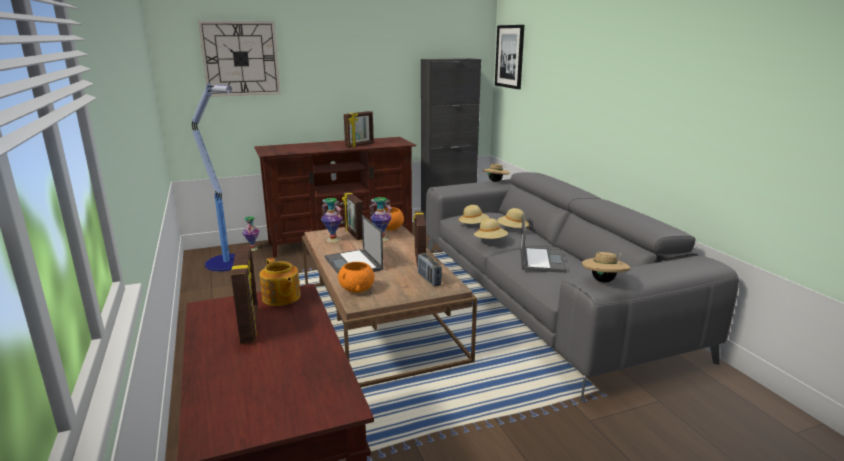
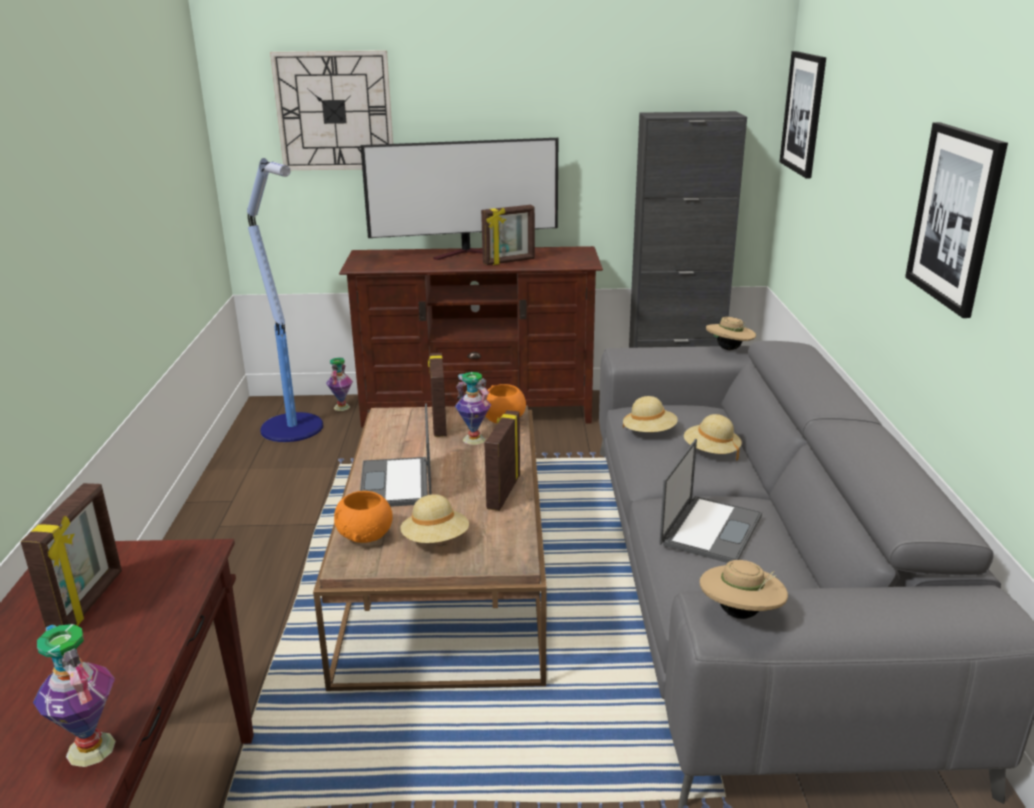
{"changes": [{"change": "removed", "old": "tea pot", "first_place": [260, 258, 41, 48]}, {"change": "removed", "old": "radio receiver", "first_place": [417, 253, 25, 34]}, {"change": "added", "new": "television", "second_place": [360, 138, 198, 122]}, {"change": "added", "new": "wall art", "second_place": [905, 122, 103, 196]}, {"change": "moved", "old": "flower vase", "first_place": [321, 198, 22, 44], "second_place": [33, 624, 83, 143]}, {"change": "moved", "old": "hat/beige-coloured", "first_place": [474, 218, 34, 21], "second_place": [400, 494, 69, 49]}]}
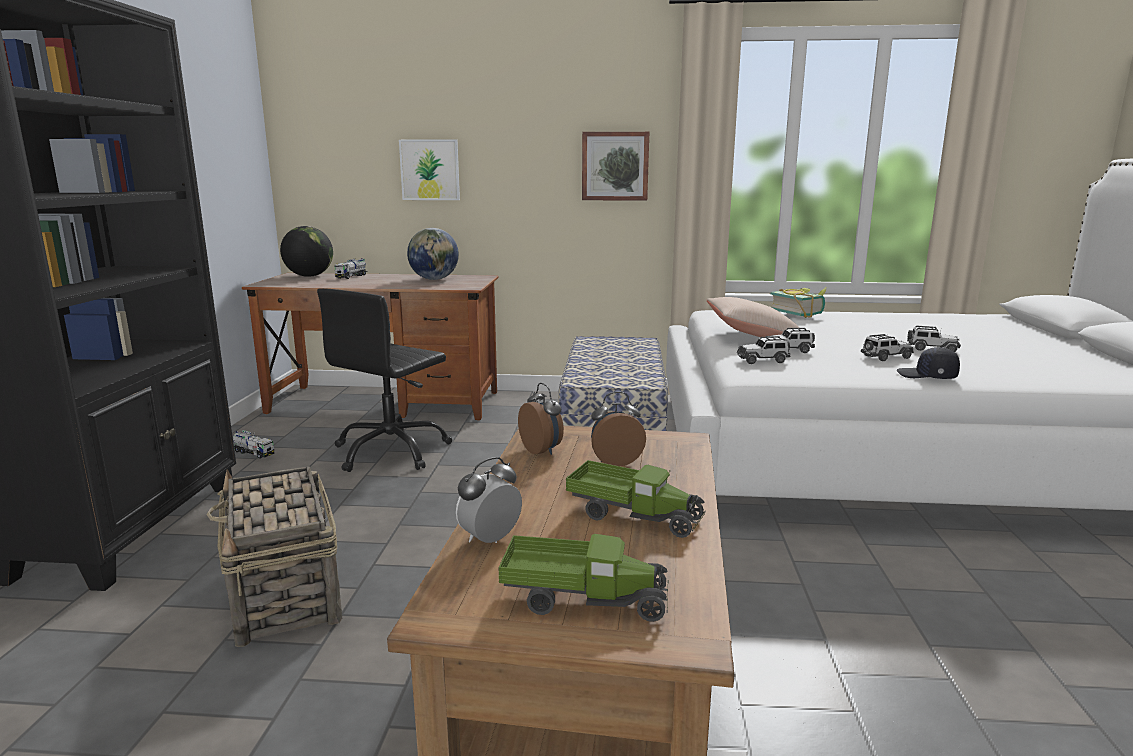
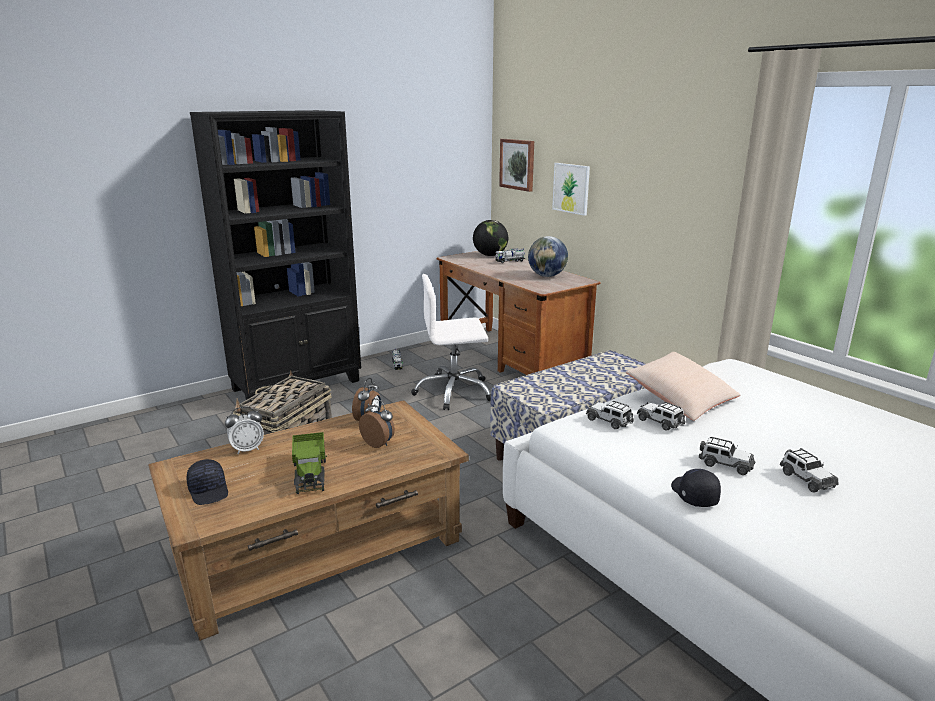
{"changes": [{"change": "removed", "old": "bound book", "first_place": [771, 287, 56, 31]}, {"change": "moved", "old": "wall art", "first_place": [582, 132, 67, 69], "second_place": [499, 139, 35, 53]}, {"change": "replaced", "old": "toy lorry", "new": "cap/black", "first_place": [498, 534, 170, 88], "second_place": [186, 459, 42, 46]}, {"change": "recoloured", "old": "desk chair/black", "new": "desk chair/white-coloured", "first_place": [317, 288, 135, 184], "second_place": [411, 274, 80, 136]}, {"change": "turned", "old": "alarm clock", "first_place": [456, 457, 66, 86], "second_place": [225, 407, 39, 47], "degrees": 150}]}
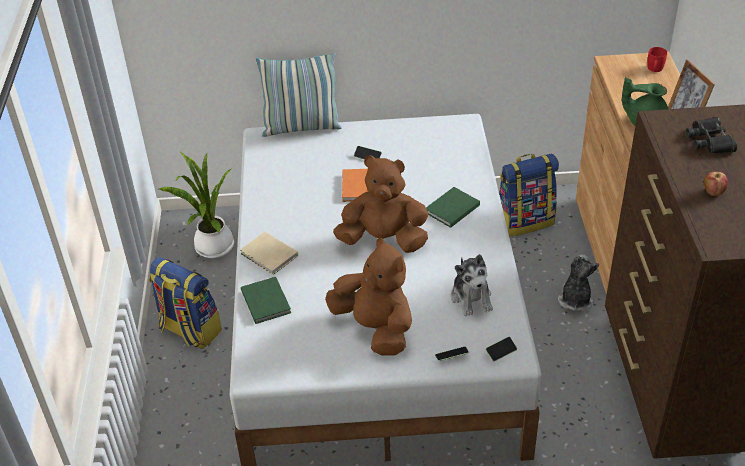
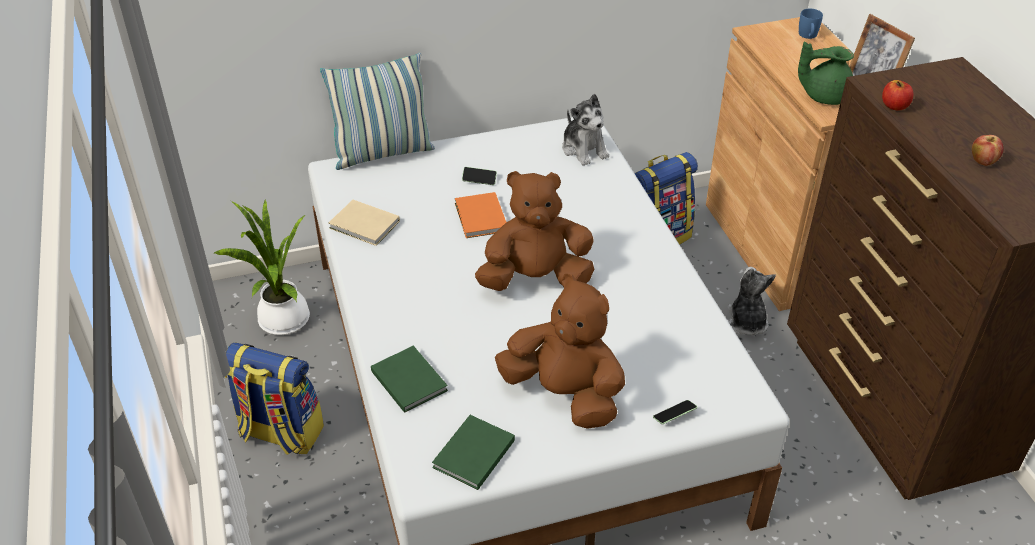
{"changes": [{"change": "removed", "old": "handset", "first_place": [485, 337, 32, 24]}, {"change": "removed", "old": "field glasses/black", "first_place": [686, 117, 51, 37]}, {"change": "added", "new": "whole apple", "second_place": [882, 80, 31, 30]}, {"change": "moved", "old": "bound book/beige-coloured", "first_place": [240, 232, 58, 43], "second_place": [328, 200, 72, 46]}, {"change": "moved", "old": "bound book/green-coloured", "first_place": [426, 187, 54, 41], "second_place": [432, 415, 83, 75]}, {"change": "moved", "old": "plush toy", "first_place": [451, 254, 42, 62], "second_place": [562, 94, 47, 72]}, {"change": "recoloured", "old": "mug/red-coloured", "new": "mug/bluish", "first_place": [647, 47, 20, 25], "second_place": [799, 9, 24, 30]}]}
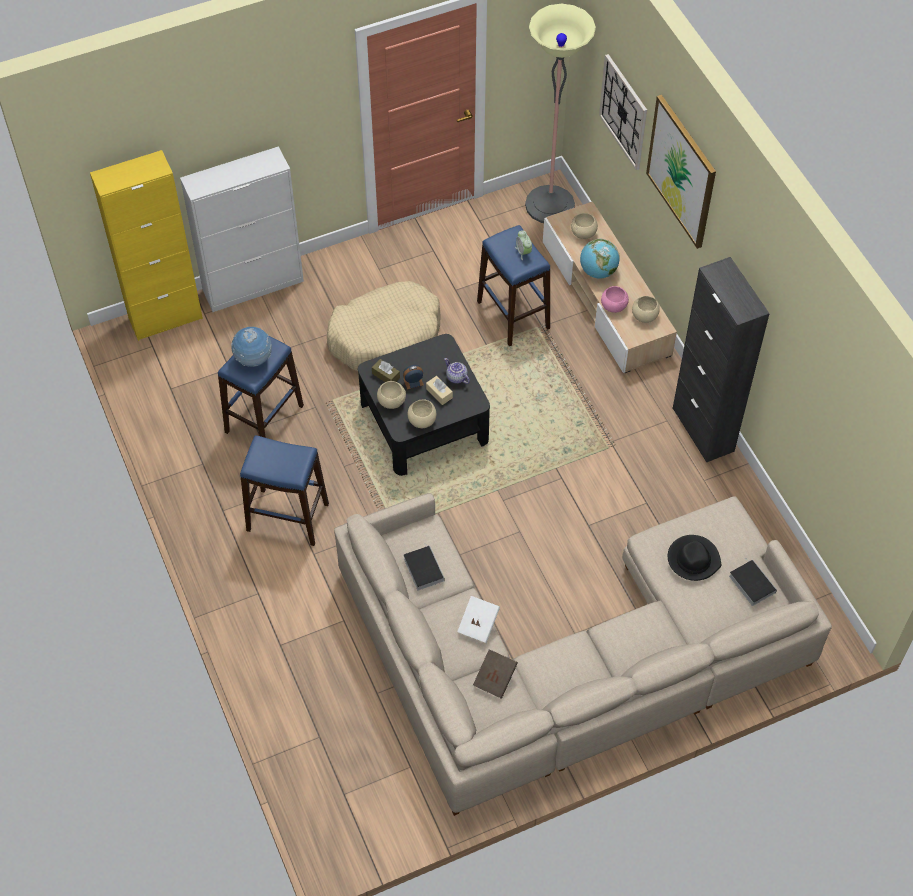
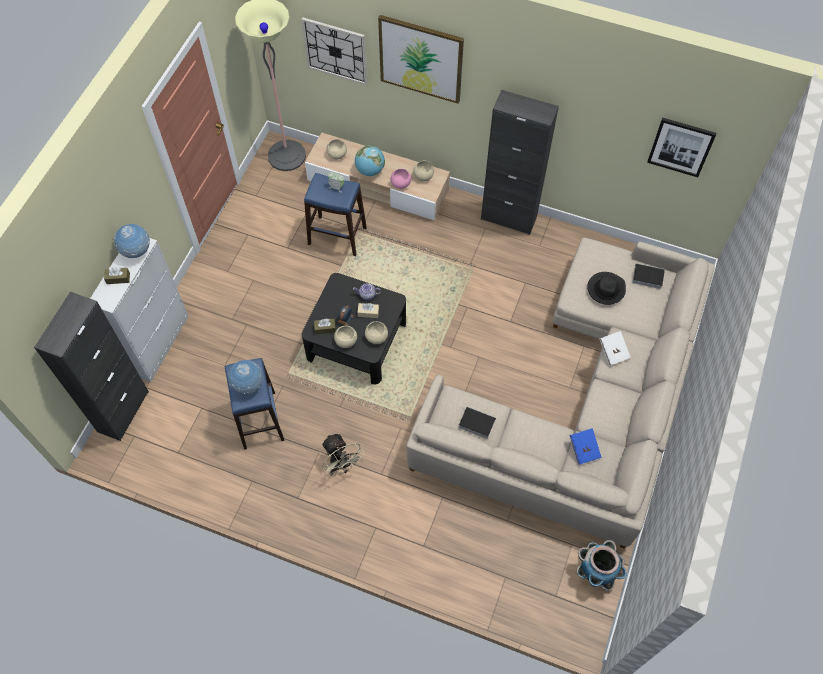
{"changes": [{"change": "removed", "old": "dog cushion/beige-coloured", "first_place": [327, 281, 114, 90]}, {"change": "added", "new": "tissue box/brown", "second_place": [104, 267, 26, 17]}, {"change": "added", "new": "world globe", "second_place": [114, 224, 36, 34]}, {"change": "added", "new": "plant pot", "second_place": [577, 540, 50, 51]}, {"change": "added", "new": "wall art", "second_place": [647, 118, 70, 59]}, {"change": "moved", "old": "bound book/white-coloured", "first_place": [457, 596, 43, 47], "second_place": [600, 331, 31, 35]}, {"change": "replaced", "old": "stool seat/bluish", "new": "cooling fan/beige-coloured", "first_place": [240, 435, 89, 111], "second_place": [322, 433, 43, 44]}, {"change": "recoloured", "old": "cabinet/yellow", "new": "cabinet/black", "first_place": [90, 150, 113, 191], "second_place": [34, 292, 115, 149]}, {"change": "recoloured", "old": "bound book/brown", "new": "bound book/bluish", "first_place": [473, 649, 45, 50], "second_place": [570, 428, 32, 36]}]}
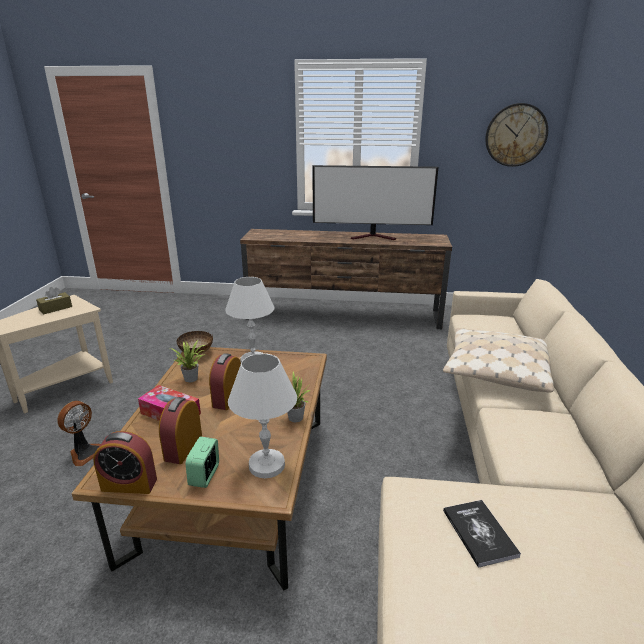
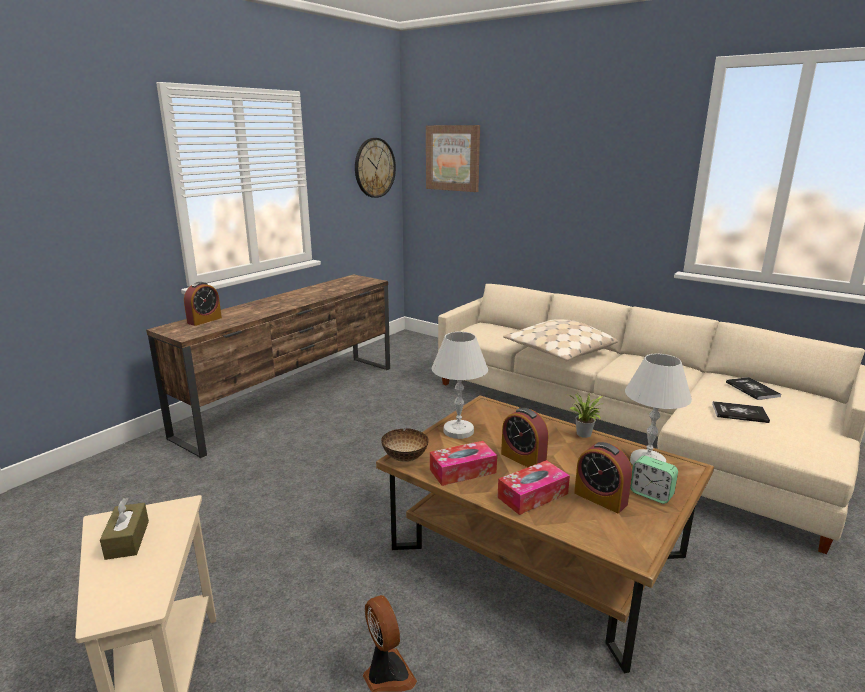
{"changes": [{"change": "removed", "old": "television", "first_place": [312, 165, 126, 75]}, {"change": "added", "new": "wall art", "second_place": [426, 125, 54, 67]}, {"change": "added", "new": "bound book", "second_place": [726, 377, 55, 23]}, {"change": "moved", "old": "alarm clock", "first_place": [93, 431, 64, 63], "second_place": [184, 282, 38, 44]}, {"change": "replaced", "old": "plant in a pot", "new": "tissue box", "first_place": [170, 340, 36, 42], "second_place": [430, 441, 67, 45]}]}
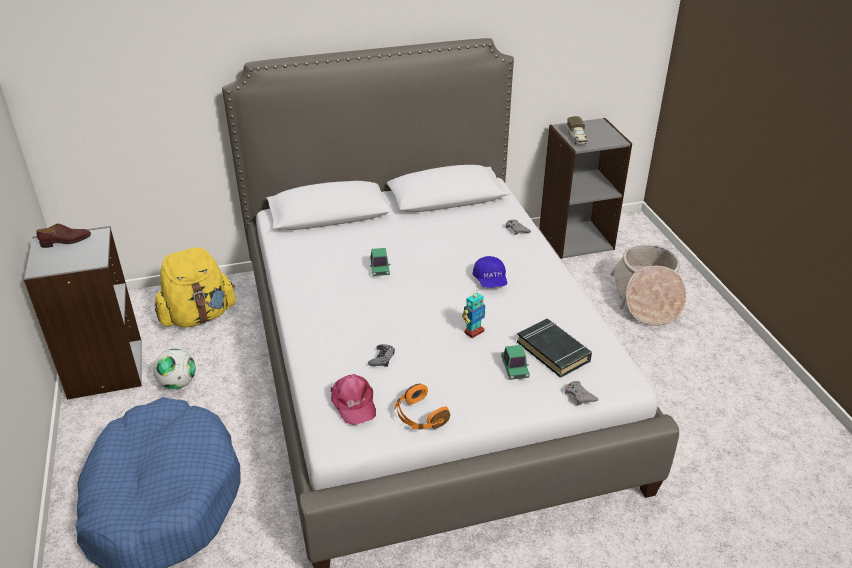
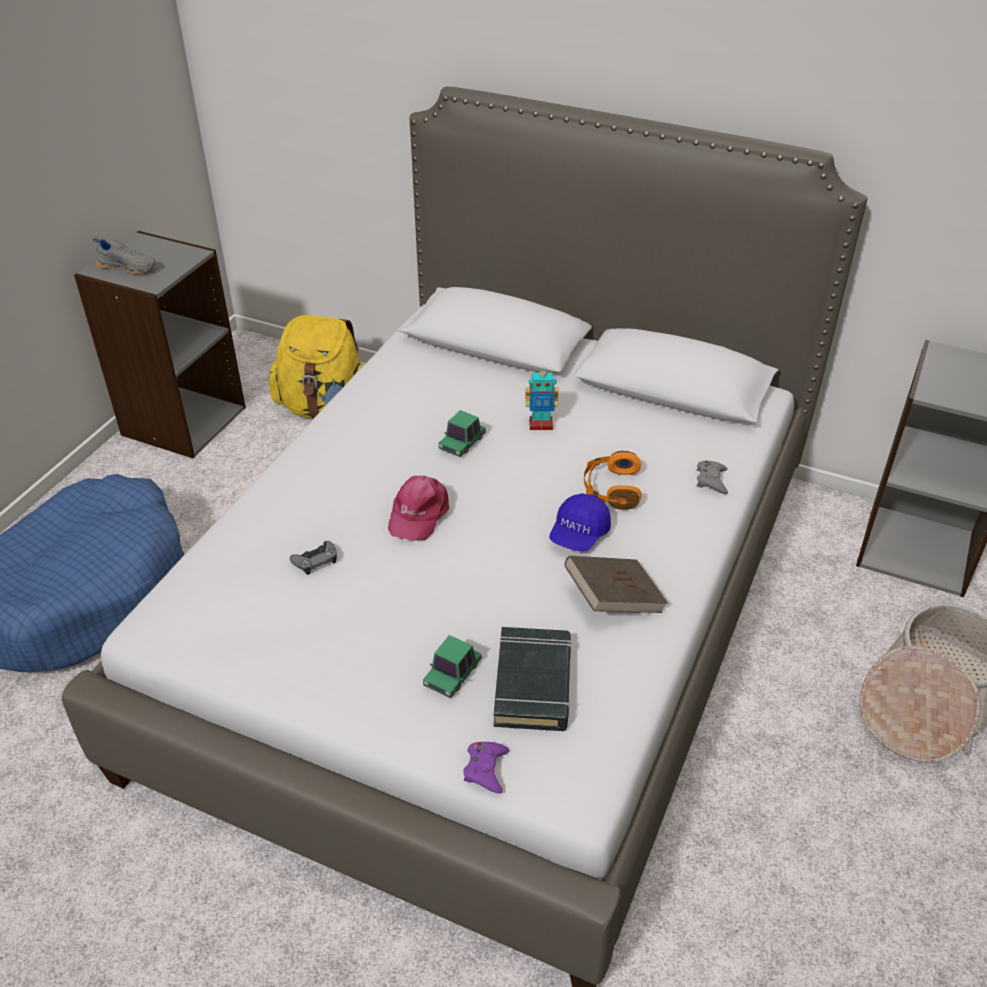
{"changes": [{"change": "removed", "old": "item of footwear/brown", "first_place": [36, 224, 55, 24]}, {"change": "removed", "old": "football ball", "first_place": [153, 349, 43, 40]}, {"change": "removed", "old": "toy lorry", "first_place": [567, 116, 21, 28]}, {"change": "added", "new": "item of footwear/gray", "second_place": [93, 237, 63, 37]}, {"change": "added", "new": "bound book/brown", "second_place": [564, 556, 104, 57]}, {"change": "moved", "old": "cap/pink-coloured", "first_place": [331, 374, 45, 51], "second_place": [388, 476, 61, 65]}, {"change": "moved", "old": "headphones/orangey", "first_place": [395, 383, 55, 46], "second_place": [584, 451, 57, 59]}, {"change": "moved", "old": "model robot", "first_place": [462, 292, 24, 46], "second_place": [525, 366, 34, 64]}, {"change": "recoloured", "old": "gamepad/gray", "new": "gamepad/purplish", "first_place": [565, 381, 34, 24], "second_place": [463, 742, 46, 51]}]}
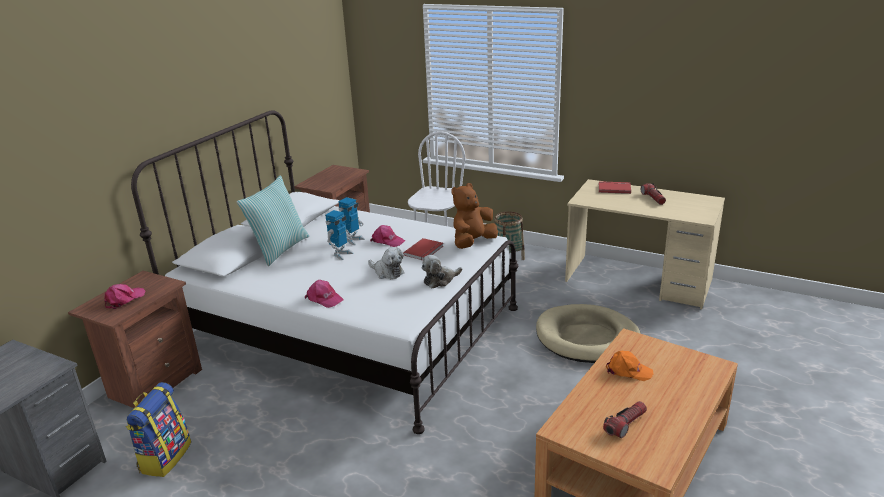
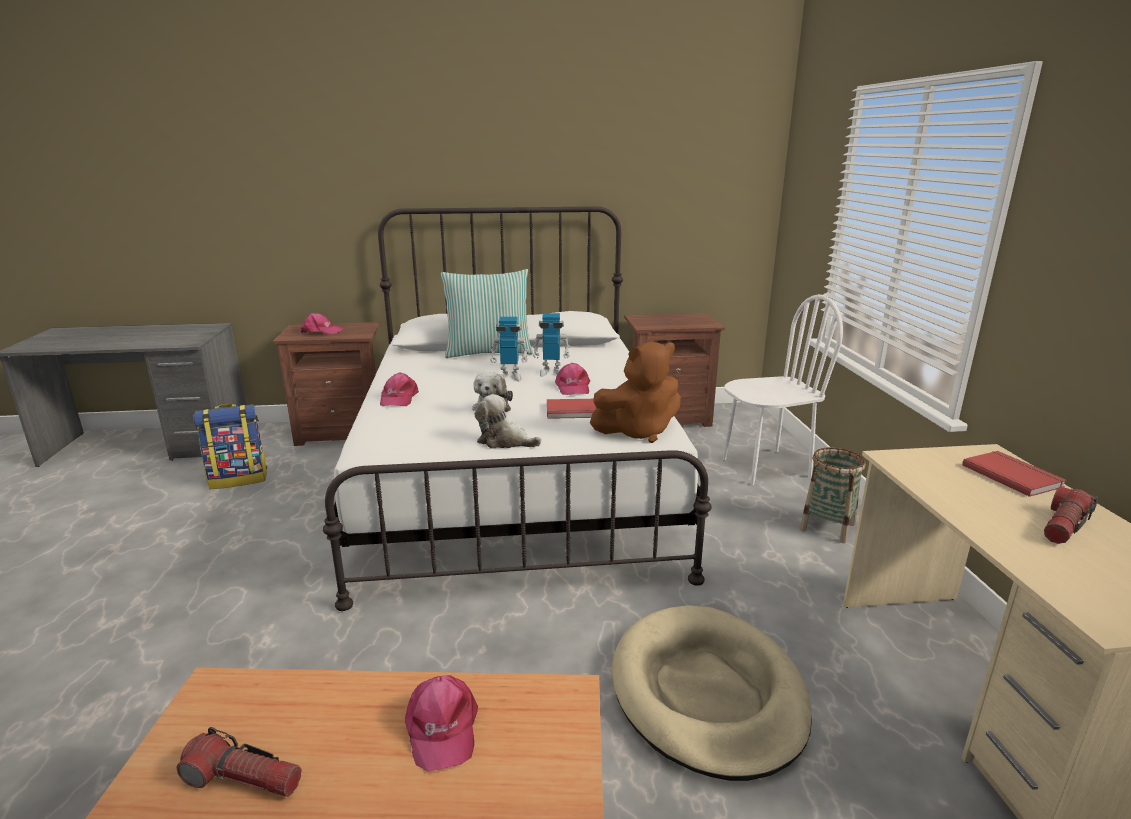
{"changes": [{"change": "recoloured", "old": "cap/orangey", "new": "cap/pink-coloured", "first_place": [606, 351, 47, 30], "second_place": [405, 675, 73, 97]}, {"change": "turned", "old": "plush toy/brown", "first_place": [451, 183, 47, 66], "second_place": [590, 342, 91, 101], "degrees": 150}]}
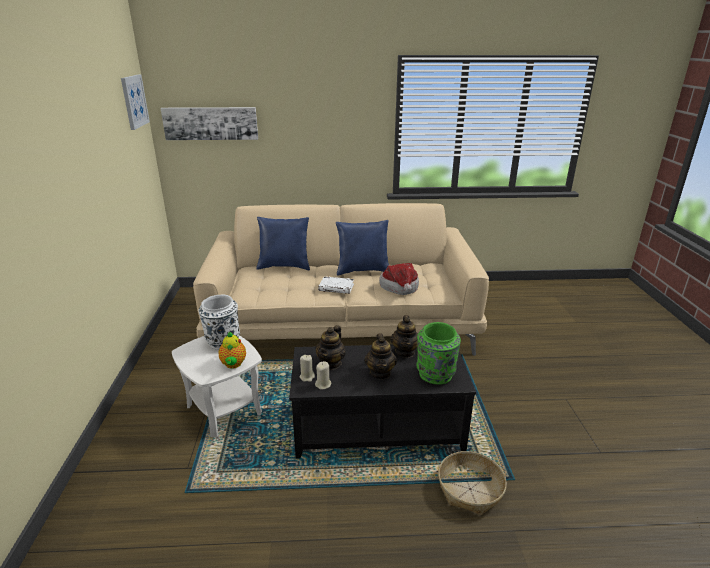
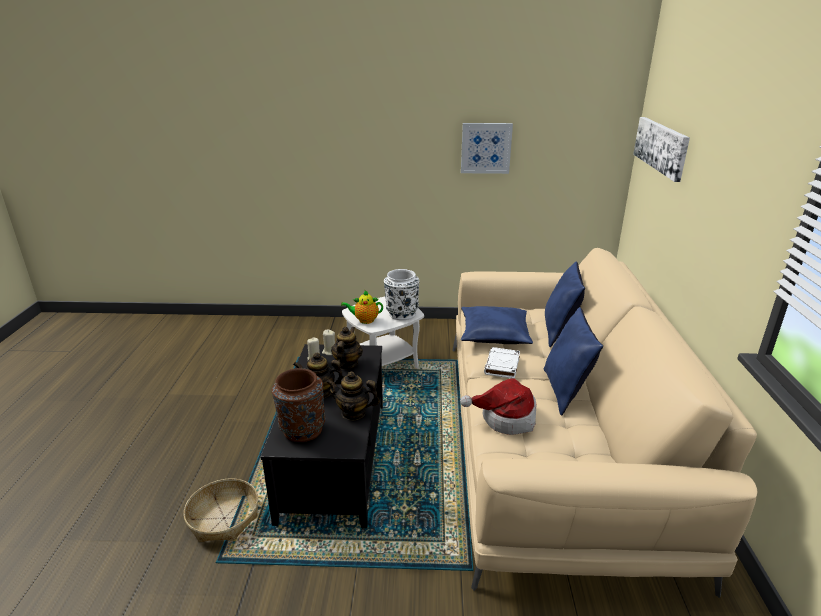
{"changes": [{"change": "added", "new": "throw pillow/bluish", "second_place": [461, 306, 72, 38]}, {"change": "moved", "old": "wall art", "first_place": [121, 75, 29, 55], "second_place": [461, 123, 52, 51]}, {"change": "recoloured", "old": "flower vase/green-coloured", "new": "flower vase/brown", "first_place": [417, 322, 44, 62], "second_place": [272, 368, 53, 74]}, {"change": "turned", "old": "tea pot", "first_place": [315, 325, 31, 45], "second_place": [331, 327, 32, 43], "degrees": 75}]}
